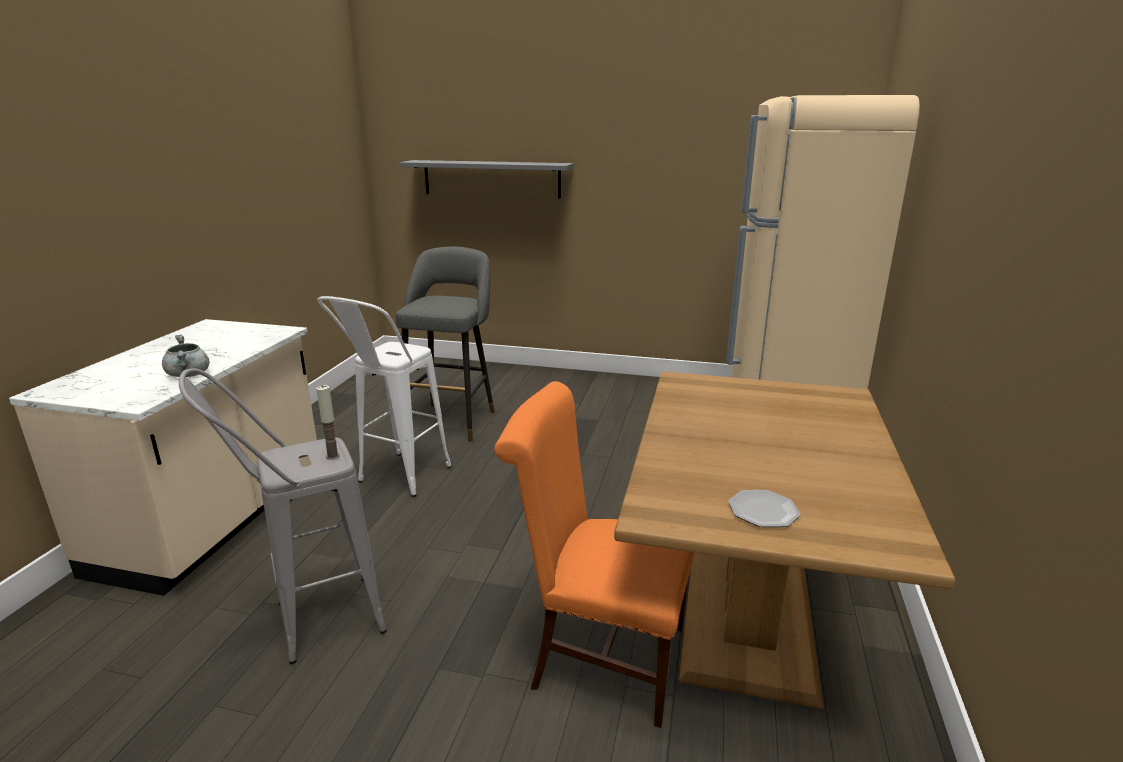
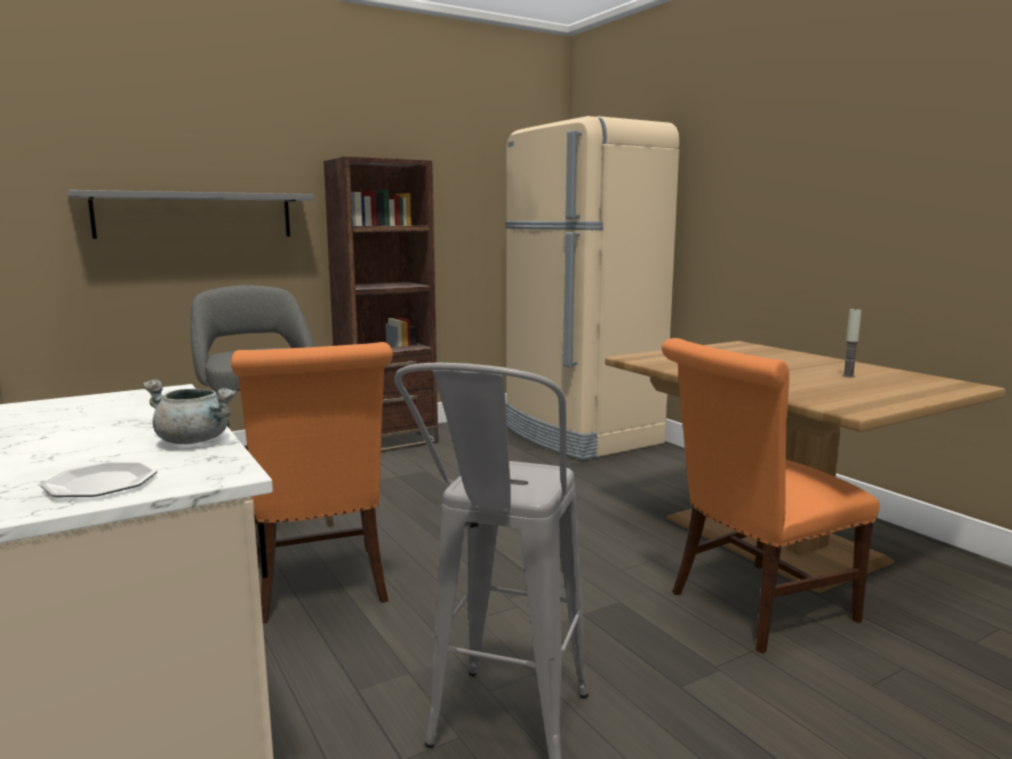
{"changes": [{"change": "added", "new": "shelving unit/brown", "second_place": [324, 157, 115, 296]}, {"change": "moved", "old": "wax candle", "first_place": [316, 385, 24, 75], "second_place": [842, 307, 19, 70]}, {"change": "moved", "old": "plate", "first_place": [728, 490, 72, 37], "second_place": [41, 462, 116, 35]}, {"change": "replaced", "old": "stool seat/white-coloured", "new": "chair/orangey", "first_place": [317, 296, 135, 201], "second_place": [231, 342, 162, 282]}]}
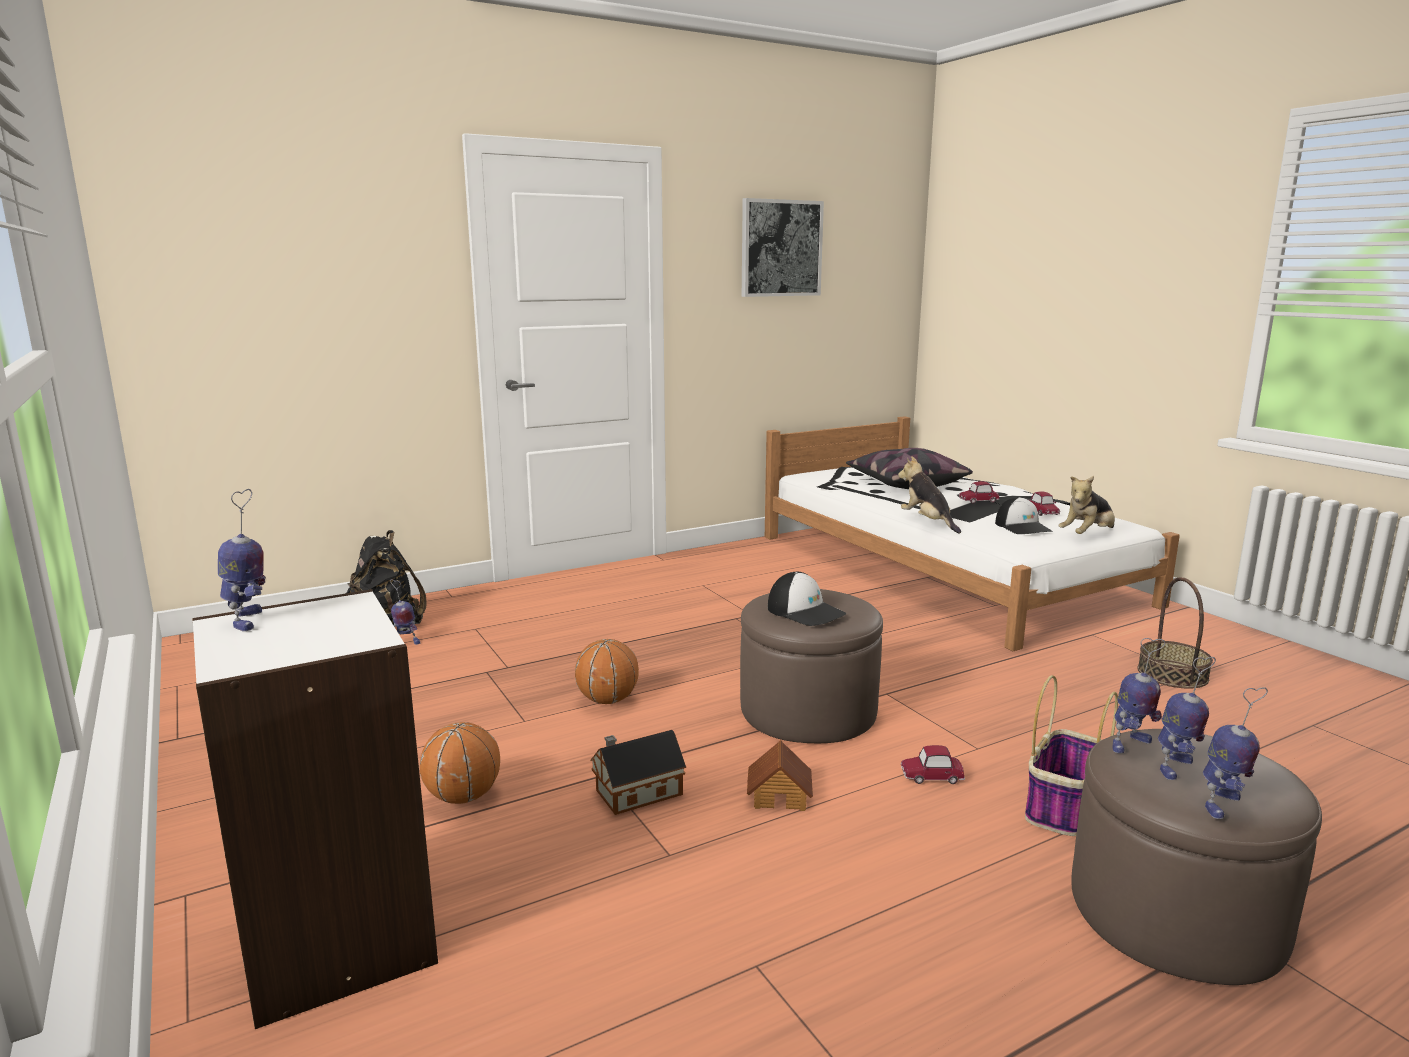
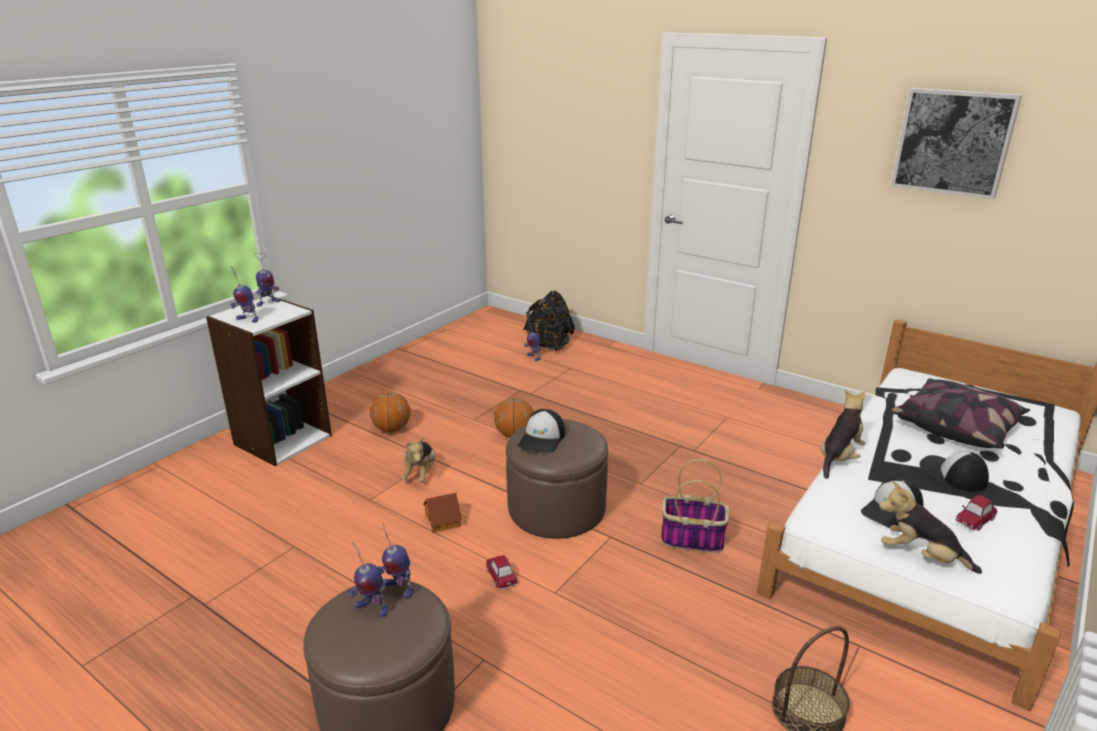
{"changes": [{"change": "moved", "old": "storage basket", "first_place": [1025, 675, 93, 161], "second_place": [661, 459, 68, 94]}, {"change": "moved", "old": "model robot", "first_place": [1203, 687, 65, 132], "second_place": [230, 266, 28, 57]}, {"change": "replaced", "old": "toy house", "new": "plush toy", "first_place": [590, 730, 96, 85], "second_place": [402, 438, 34, 44]}, {"change": "replaced", "old": "model car", "new": "cap", "first_place": [959, 481, 40, 23], "second_place": [919, 451, 70, 41]}]}
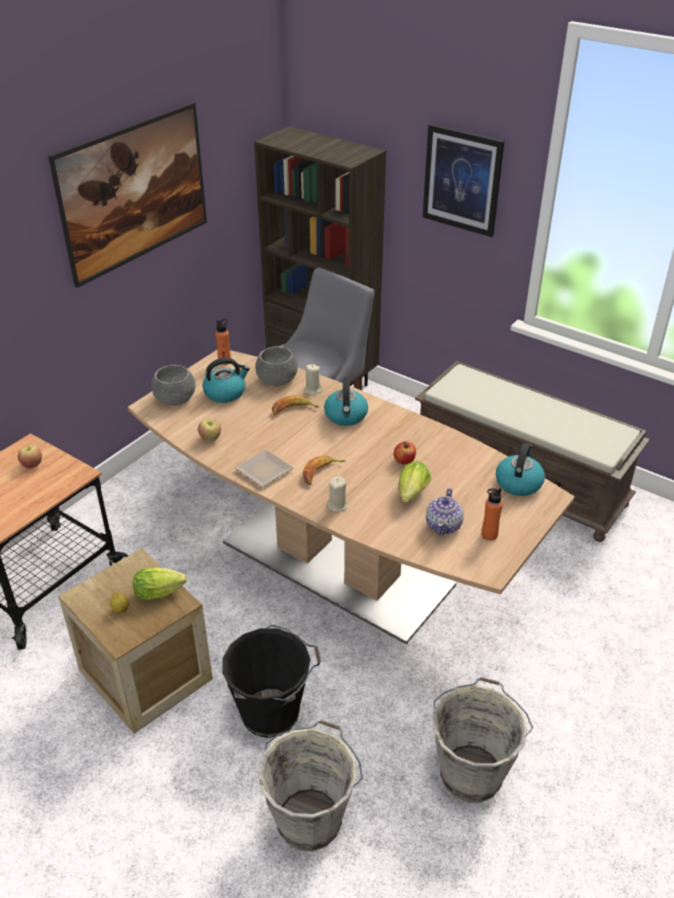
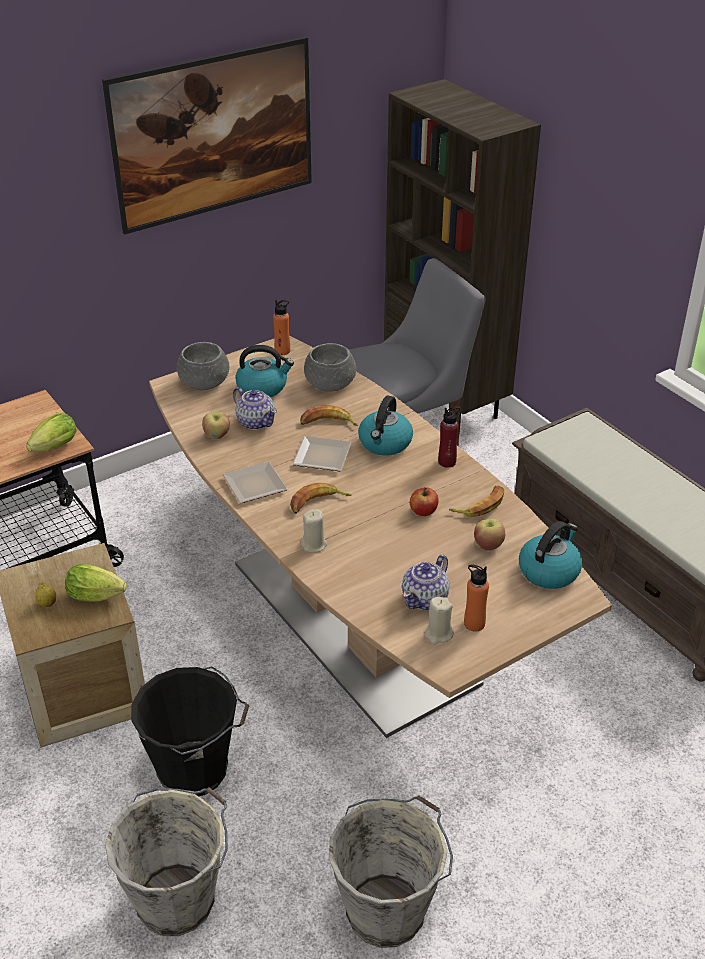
{"changes": [{"change": "removed", "old": "wall art", "first_place": [423, 124, 81, 113]}, {"change": "added", "new": "tea pot", "second_place": [233, 387, 44, 43]}, {"change": "added", "new": "plate", "second_place": [293, 436, 59, 35]}, {"change": "added", "new": "bottle/red-coloured", "second_place": [438, 406, 22, 62]}, {"change": "added", "new": "banana", "second_place": [449, 486, 55, 31]}, {"change": "moved", "old": "whole apple", "first_place": [18, 445, 24, 24], "second_place": [474, 519, 31, 31]}, {"change": "moved", "old": "wax candle/beige-coloured", "first_place": [305, 364, 17, 32], "second_place": [425, 597, 29, 47]}, {"change": "moved", "old": "lettuce head", "first_place": [398, 461, 33, 42], "second_place": [26, 413, 51, 39]}]}
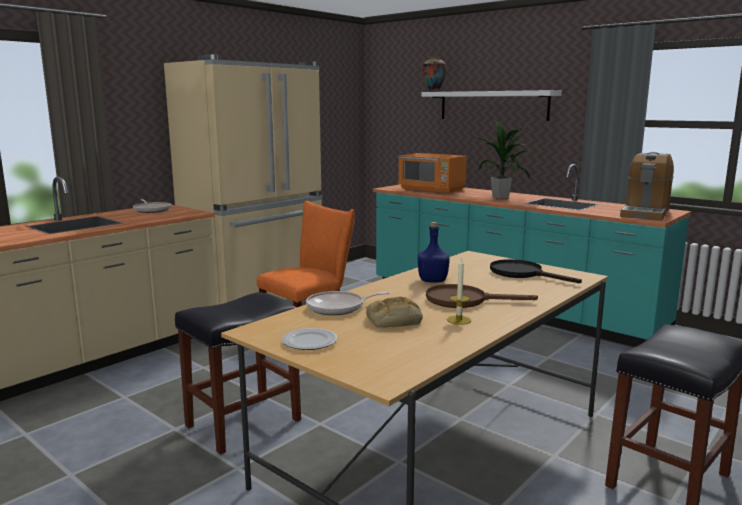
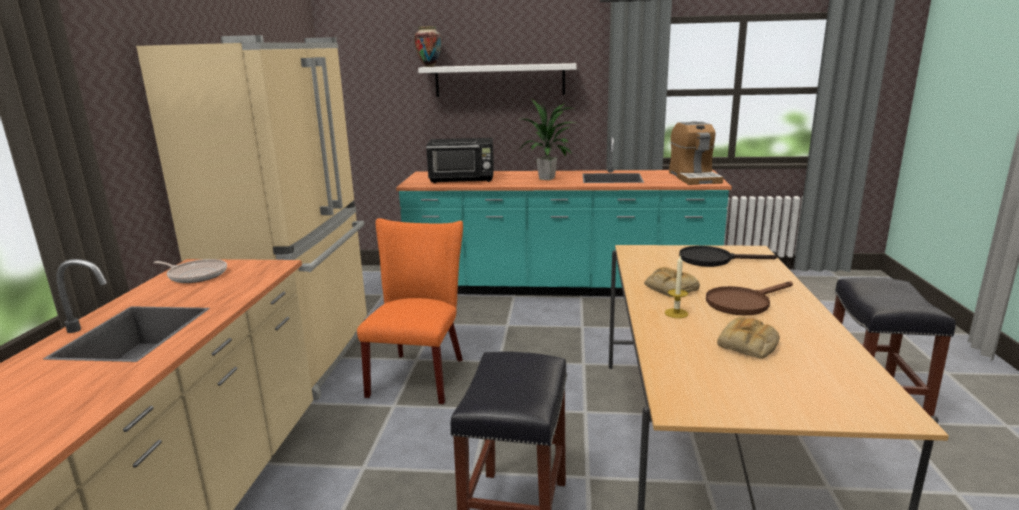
{"changes": [{"change": "removed", "old": "plate", "first_place": [282, 328, 55, 22]}, {"change": "removed", "old": "frying pan", "first_place": [306, 291, 84, 24]}, {"change": "moved", "old": "wax candle", "first_place": [447, 259, 24, 66], "second_place": [665, 255, 24, 63]}, {"change": "replaced", "old": "bottle/bluish", "new": "bakery bread", "first_place": [418, 222, 32, 61], "second_place": [644, 267, 56, 30]}, {"change": "recoloured", "old": "microwave oven/orangey", "new": "microwave oven/black", "first_place": [398, 153, 69, 41], "second_place": [426, 138, 68, 45]}]}
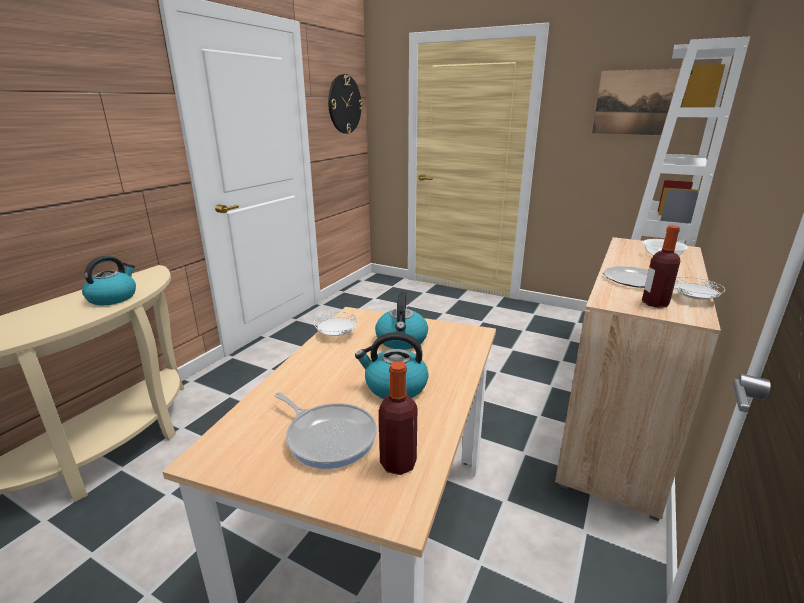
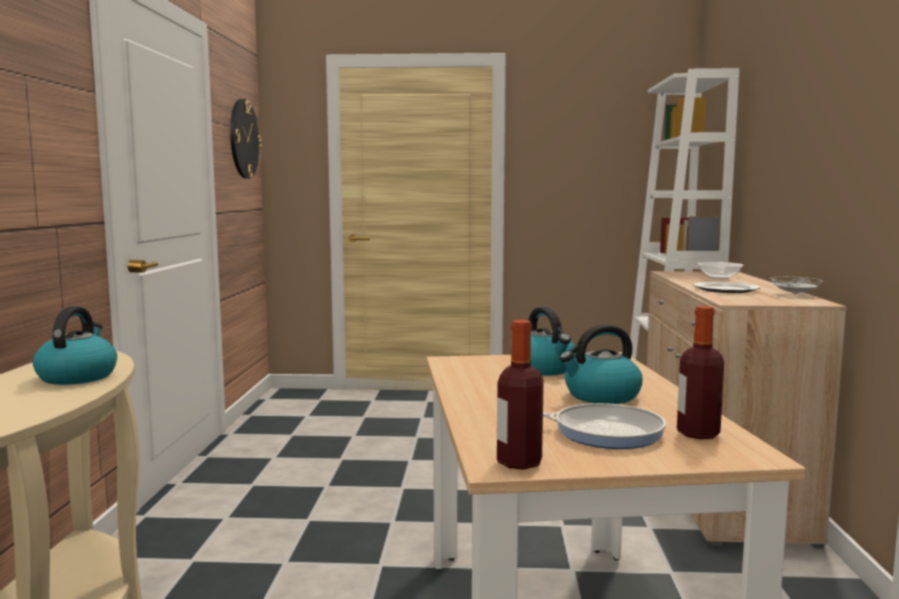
{"changes": [{"change": "removed", "old": "plate/white-coloured", "first_place": [314, 312, 45, 24]}, {"change": "removed", "old": "wall art", "first_place": [592, 69, 88, 66]}, {"change": "moved", "old": "bottle", "first_place": [642, 225, 38, 83], "second_place": [497, 320, 47, 150]}]}
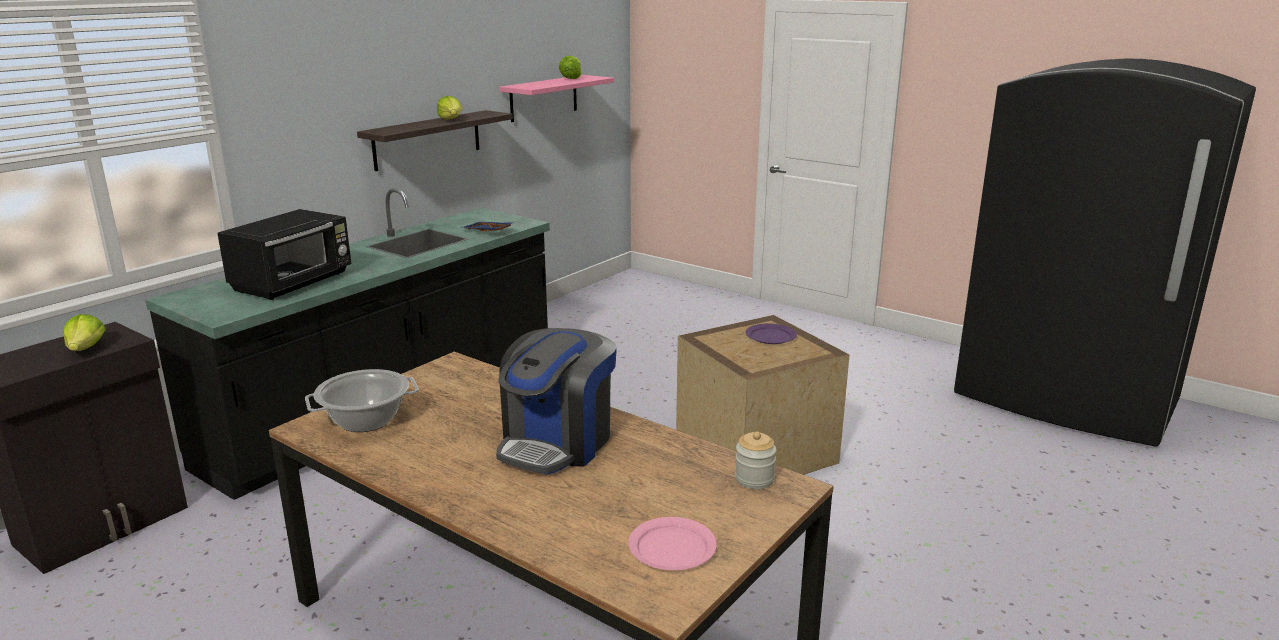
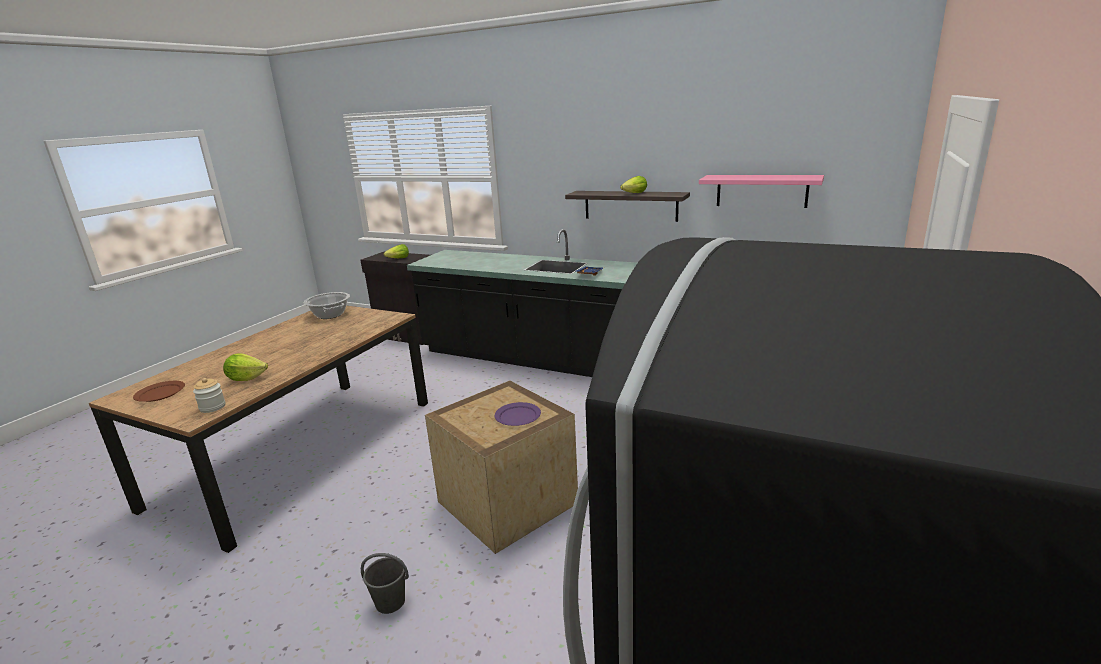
{"changes": [{"change": "removed", "old": "microwave oven/black", "first_place": [217, 209, 134, 91]}, {"change": "removed", "old": "coffee machine", "first_place": [496, 328, 121, 147]}, {"change": "added", "new": "pail/gray", "second_place": [361, 553, 48, 61]}, {"change": "moved", "old": "lettuce head", "first_place": [559, 56, 23, 23], "second_place": [223, 353, 45, 28]}, {"change": "recoloured", "old": "plate/pink-coloured", "new": "plate/brown", "first_place": [628, 517, 89, 53], "second_place": [133, 381, 52, 21]}]}
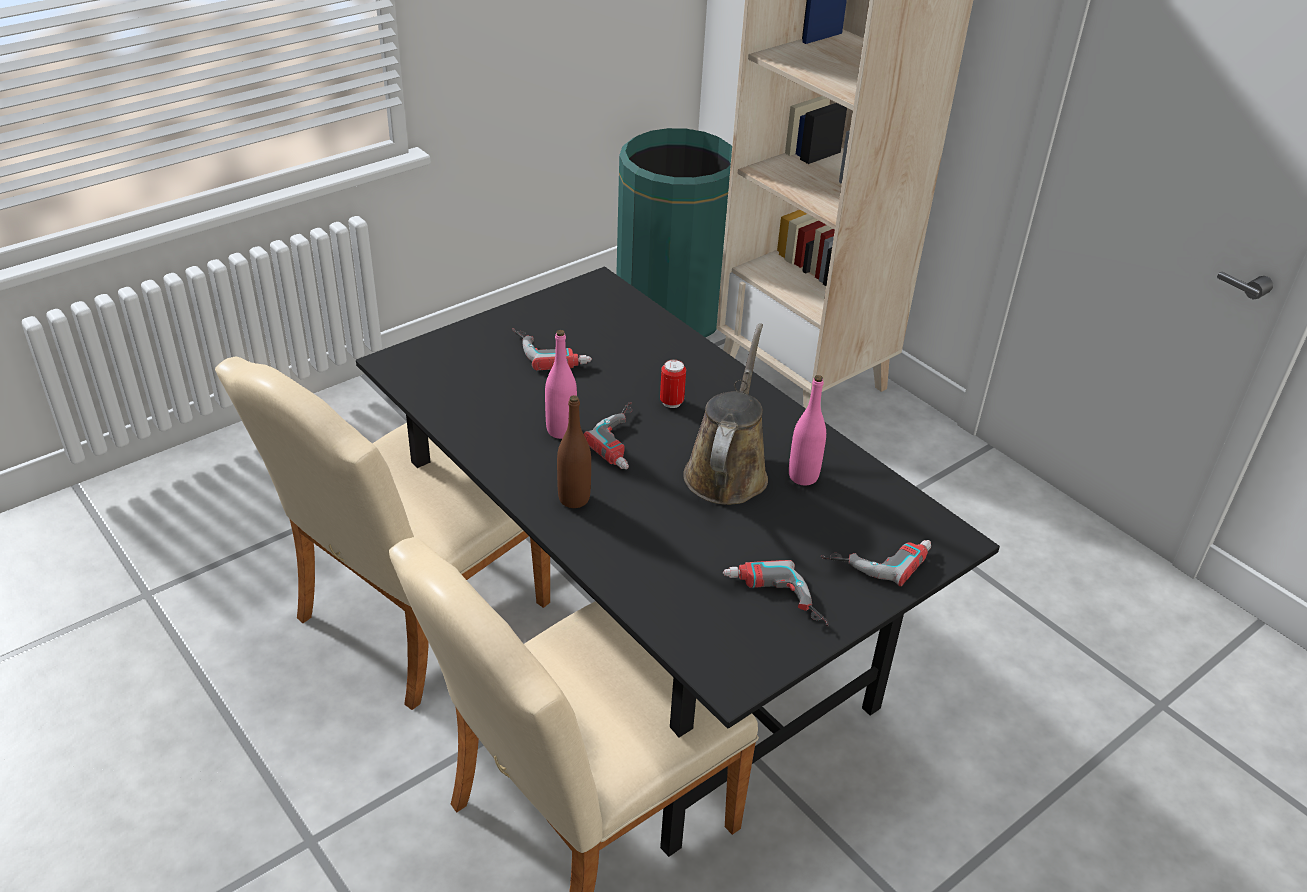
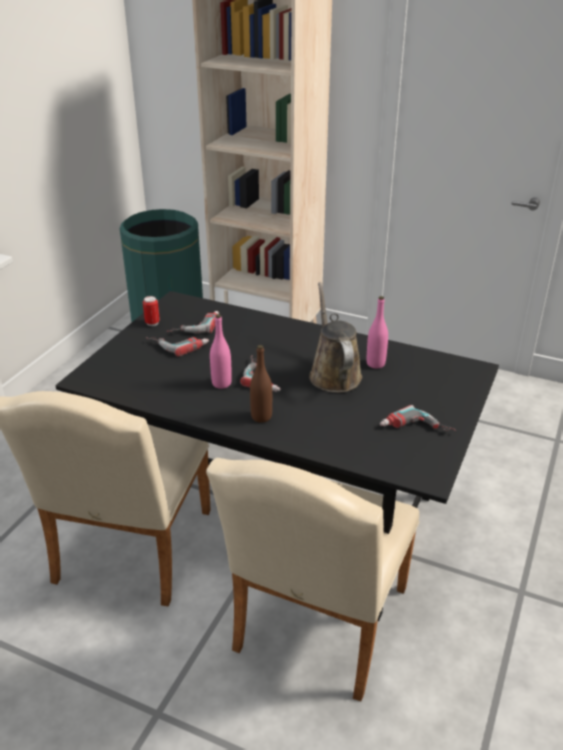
{"changes": [{"change": "moved", "old": "sealed can", "first_place": [660, 359, 26, 49], "second_place": [143, 296, 17, 30]}, {"change": "moved", "old": "electric drill", "first_place": [820, 540, 111, 46], "second_place": [166, 311, 53, 22]}]}
